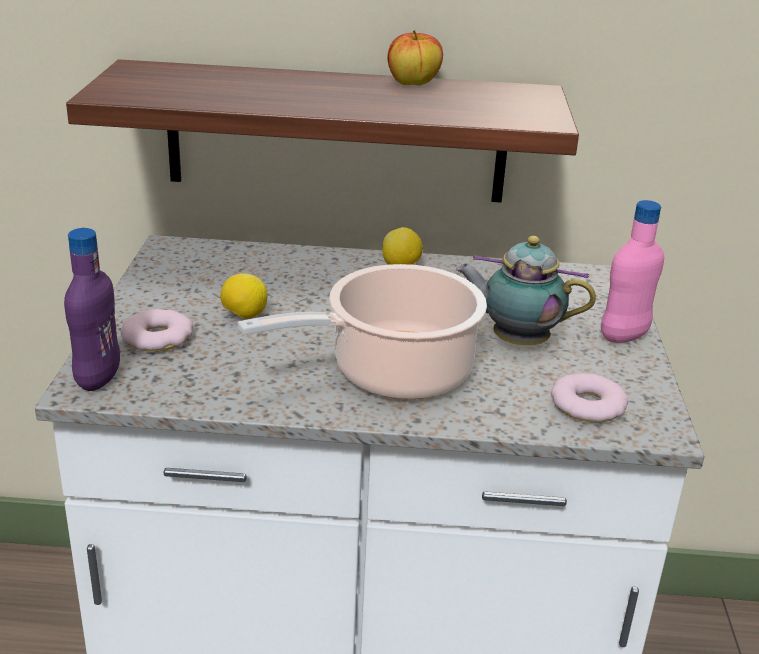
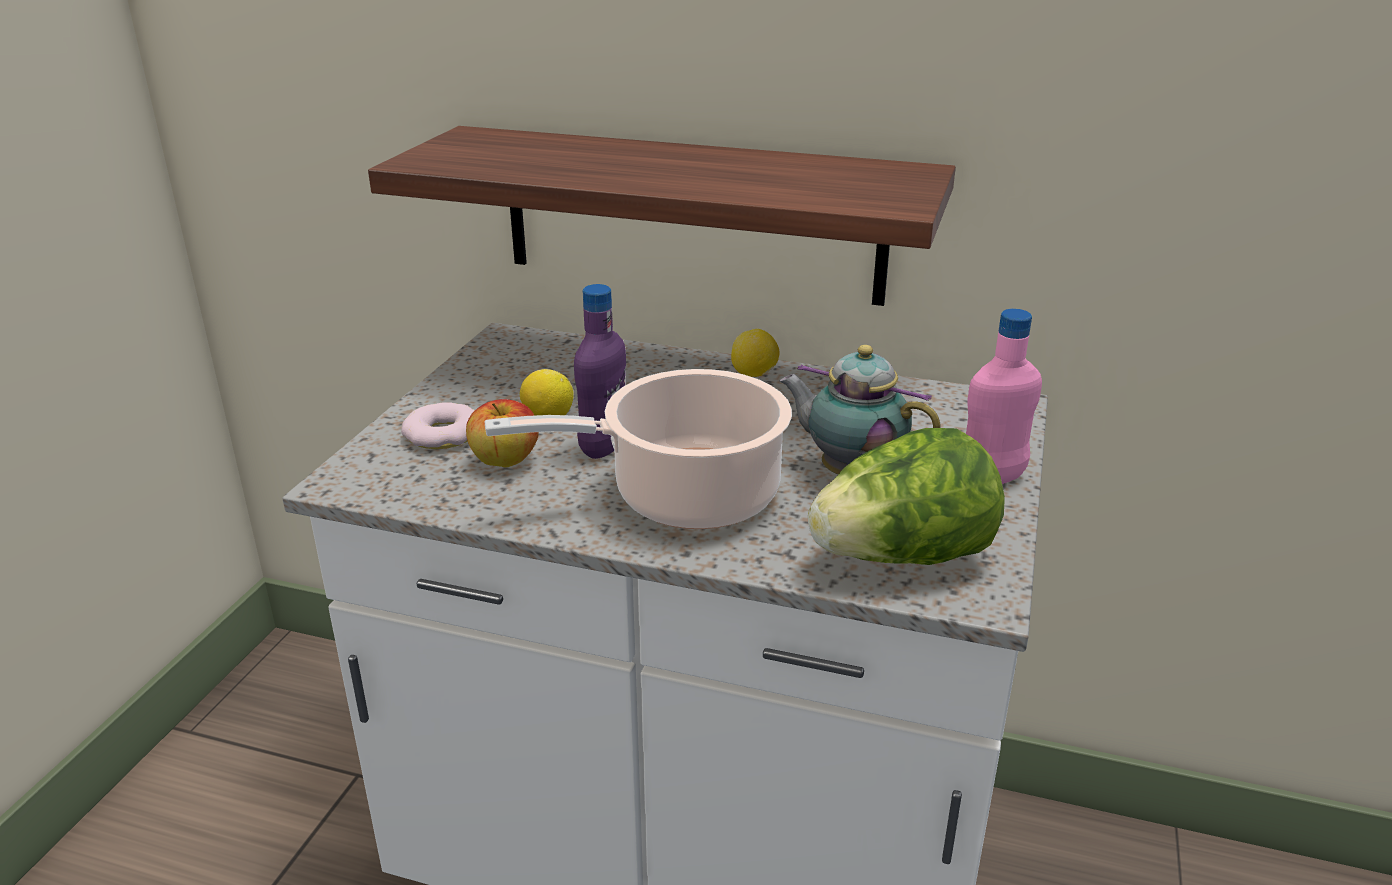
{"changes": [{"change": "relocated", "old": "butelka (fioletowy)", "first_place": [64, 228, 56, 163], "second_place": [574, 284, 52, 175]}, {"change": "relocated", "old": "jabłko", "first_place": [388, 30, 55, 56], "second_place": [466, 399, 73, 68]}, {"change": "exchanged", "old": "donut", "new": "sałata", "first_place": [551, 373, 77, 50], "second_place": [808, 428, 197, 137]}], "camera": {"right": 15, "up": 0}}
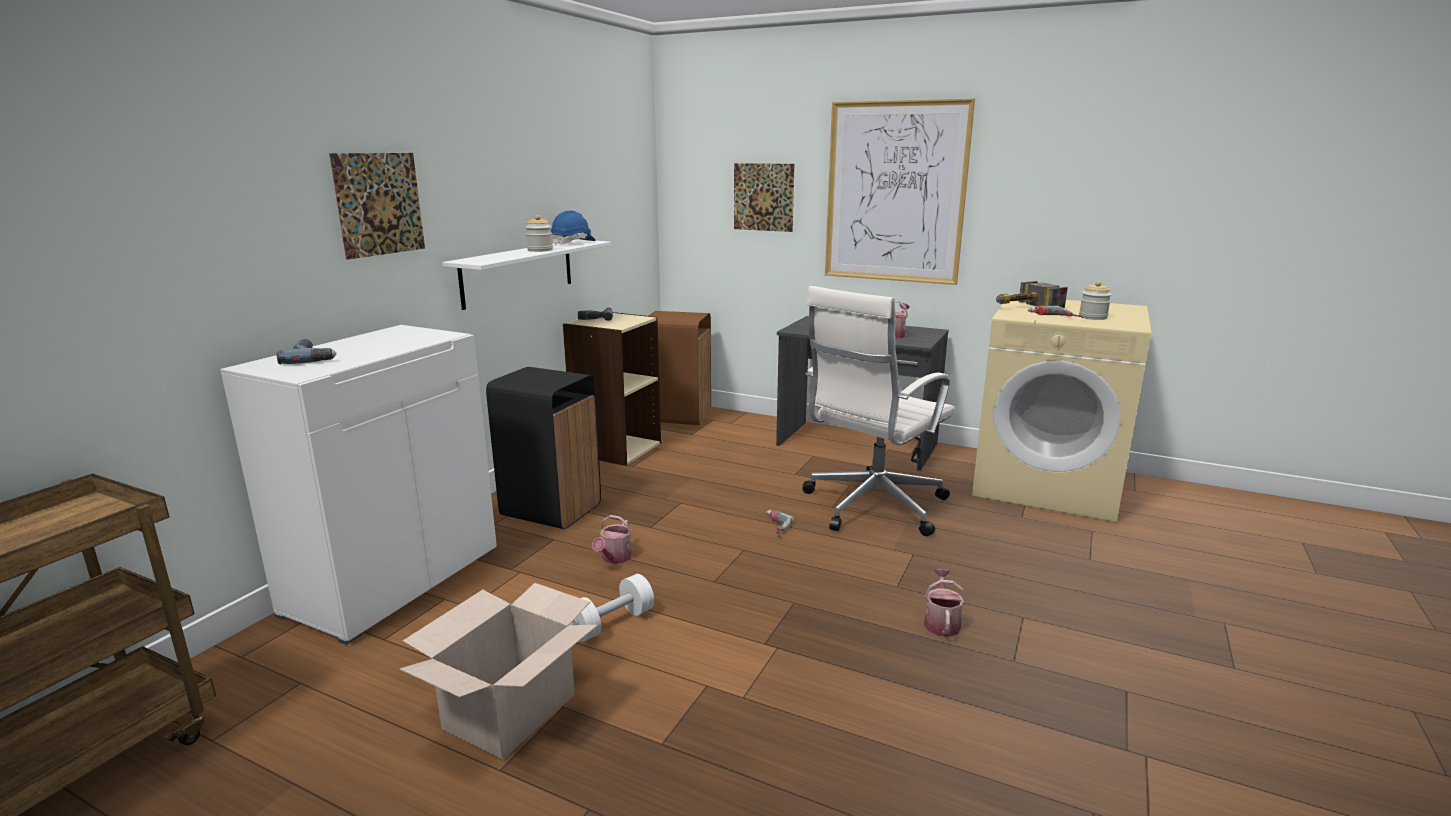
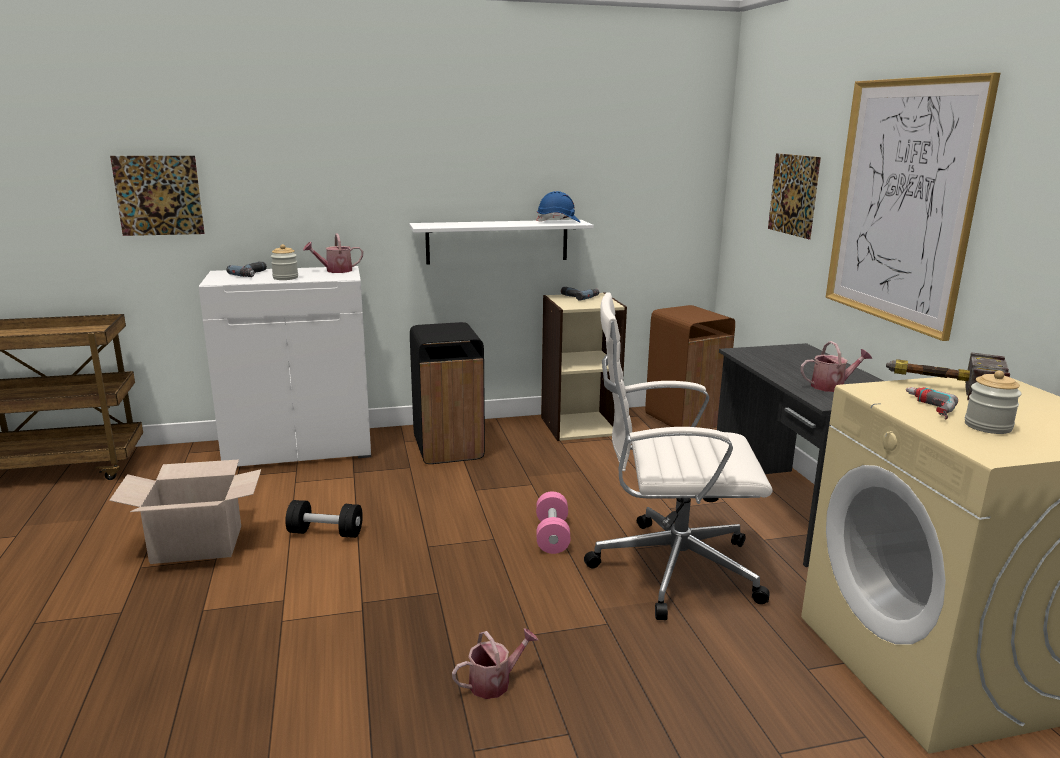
{"changes": [{"change": "relocated", "old": "obraz", "first_place": [329, 153, 96, 107], "second_place": [110, 156, 95, 80]}, {"change": "relocated", "old": "słoik", "first_place": [525, 215, 28, 37], "second_place": [271, 244, 27, 36]}, {"change": "relocated", "old": "konewka", "first_place": [592, 515, 40, 49], "second_place": [303, 234, 60, 39]}, {"change": "exchanged", "old": "wiertarka", "new": "hantel (różowy)", "first_place": [766, 510, 28, 27], "second_place": [536, 492, 34, 62]}, {"change": "colour", "old": "hantel (biały)", "new": "hantel (czarny)", "first_place": [569, 574, 85, 68], "second_place": [285, 500, 78, 38]}], "camera": {"right": 50, "up": 0}}
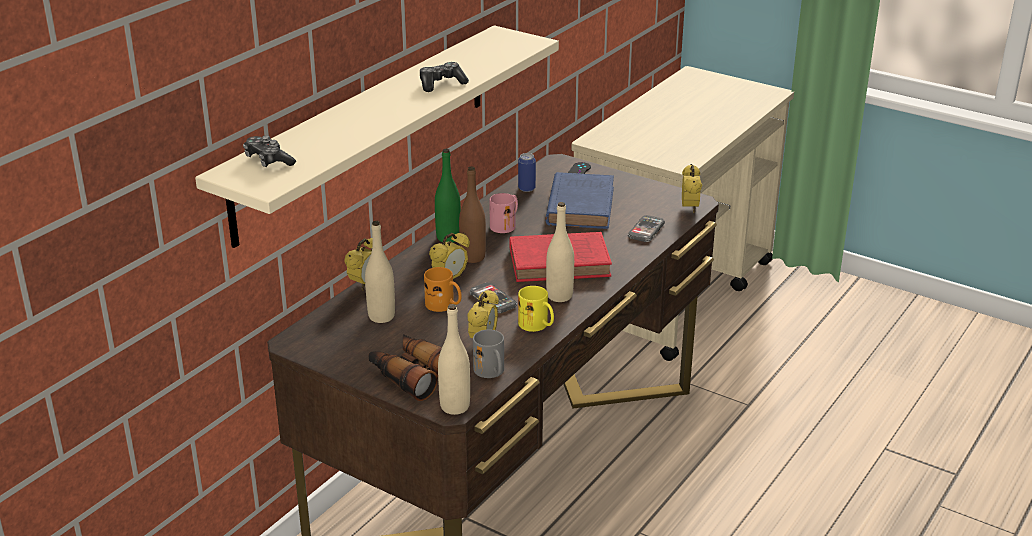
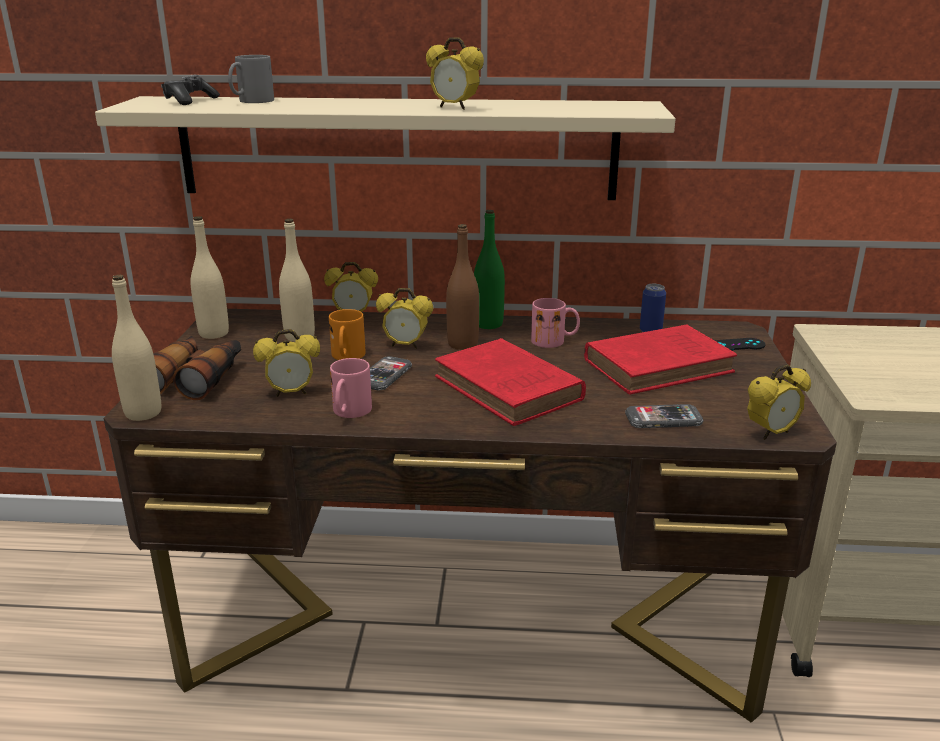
{"changes": [{"change": "relocated", "old": "kubek (szary)", "first_place": [473, 329, 31, 49], "second_place": [228, 55, 46, 48]}, {"change": "relocated", "old": "butelka (beżowy)", "first_place": [546, 202, 28, 100], "second_place": [190, 216, 39, 123]}, {"change": "exchanged", "old": "pad do gier", "new": "budzik", "first_place": [420, 62, 49, 30], "second_place": [426, 37, 58, 73]}, {"change": "colour", "old": "kubek (żółty)", "new": "kubek (różowy)", "first_place": [518, 286, 36, 46], "second_place": [330, 358, 42, 60]}, {"change": "colour", "old": "książka (niebieski)", "new": "książka (czerwony)", "first_place": [546, 172, 68, 57], "second_place": [584, 325, 153, 69]}], "camera": {"right": 60, "up": -5}}
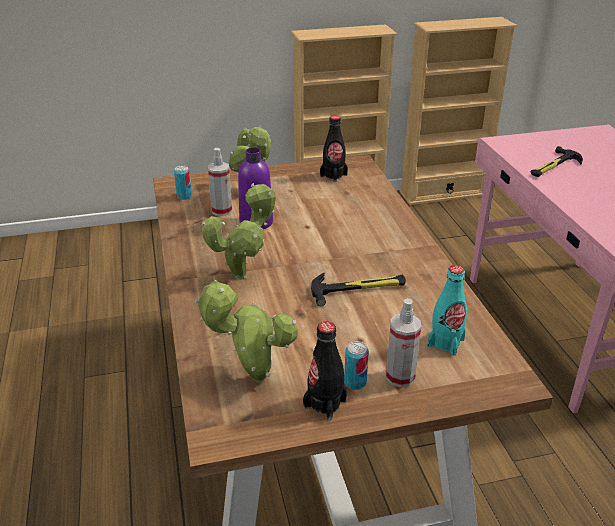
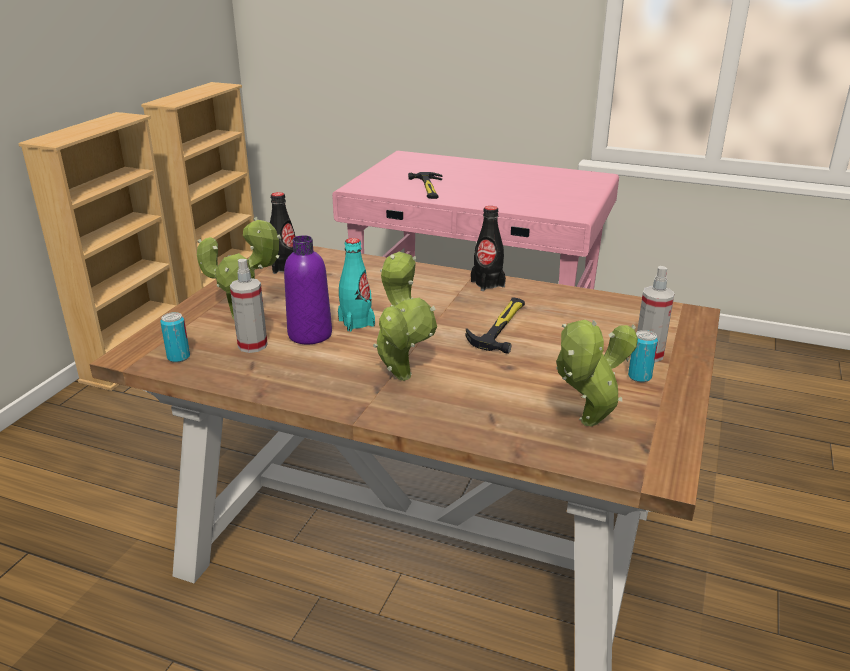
{"changes": [{"change": "relocated", "old": "butelka (czarny)", "first_place": [303, 322, 44, 98], "second_place": [471, 206, 35, 85]}, {"change": "relocated", "old": "butelka (turkusowy)", "first_place": [428, 265, 39, 91], "second_place": [338, 238, 37, 94]}], "camera": {"right": -55, "up": -5}}
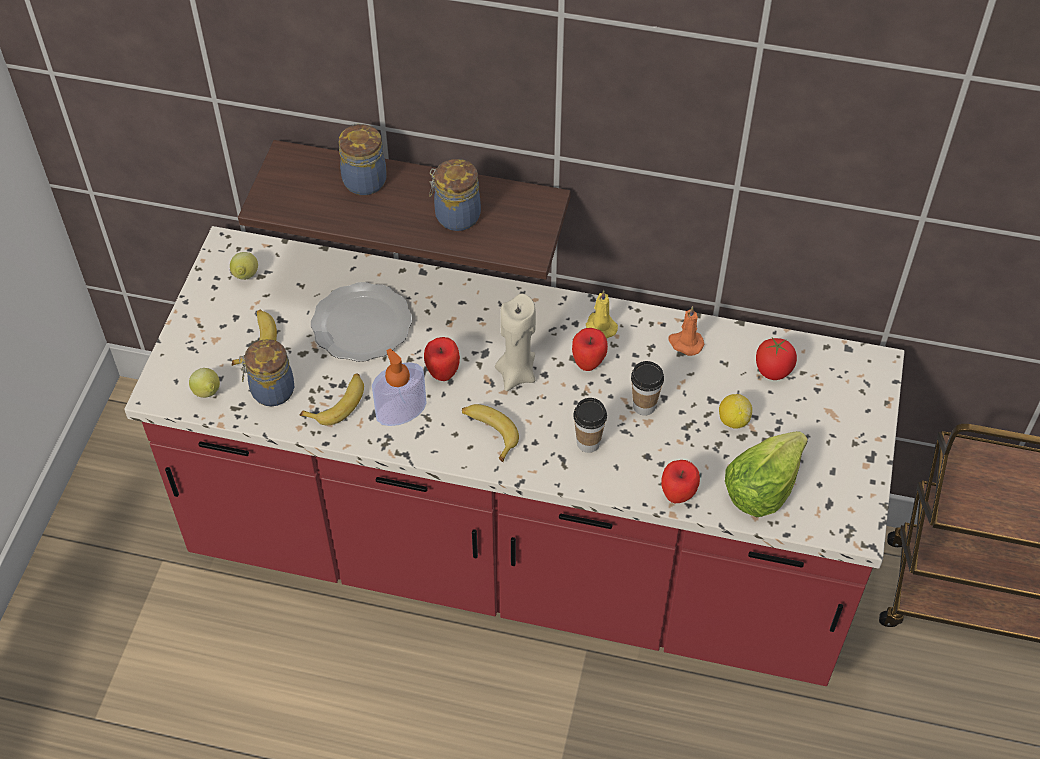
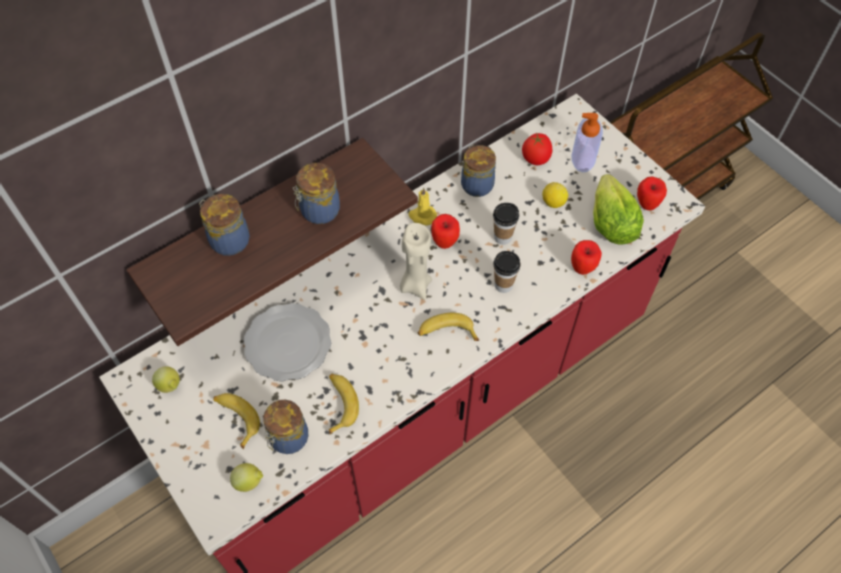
{"changes": [{"change": "relocated", "old": "dozownik mydła", "first_place": [372, 349, 55, 77], "second_place": [572, 113, 31, 59]}, {"change": "relocated", "old": "jabłko", "first_place": [424, 337, 36, 44], "second_place": [637, 176, 30, 34]}, {"change": "exchanged", "old": "świeca (pomarańczowy)", "new": "słoik", "first_place": [668, 306, 37, 50], "second_place": [461, 144, 35, 53]}], "camera": {"right": -50, "up": 5}}
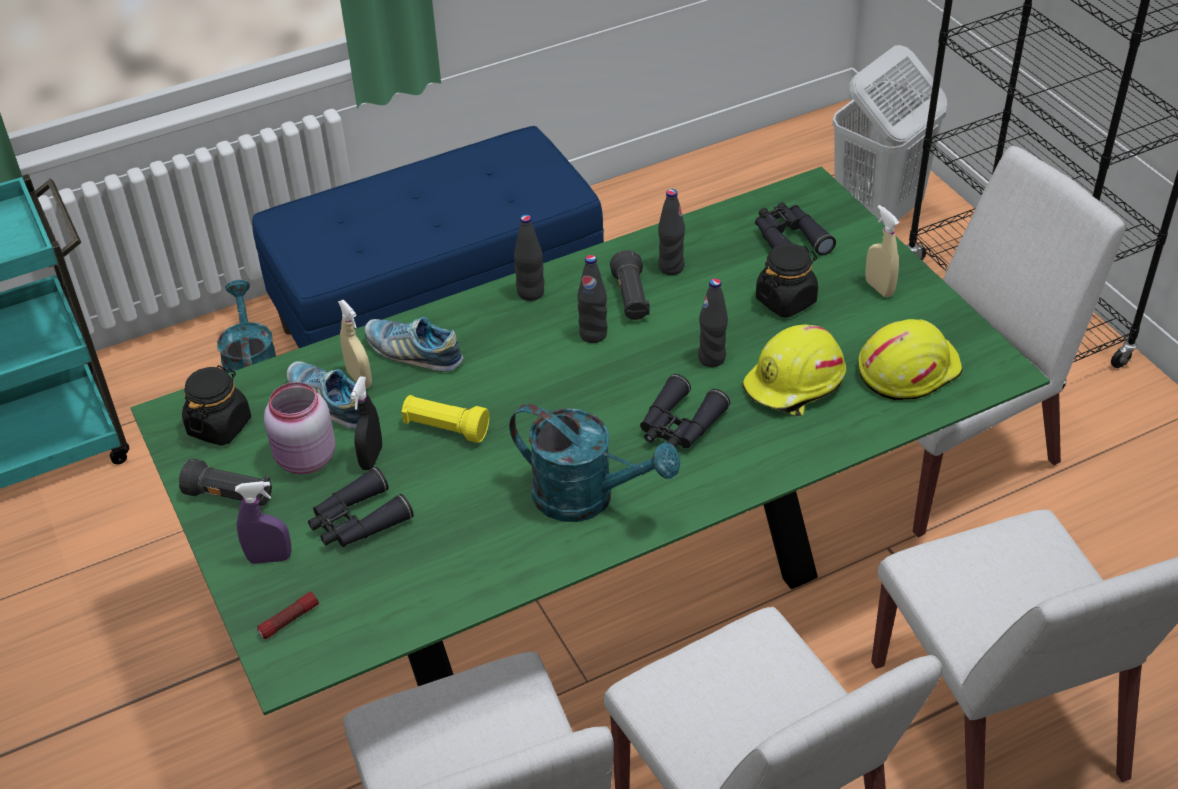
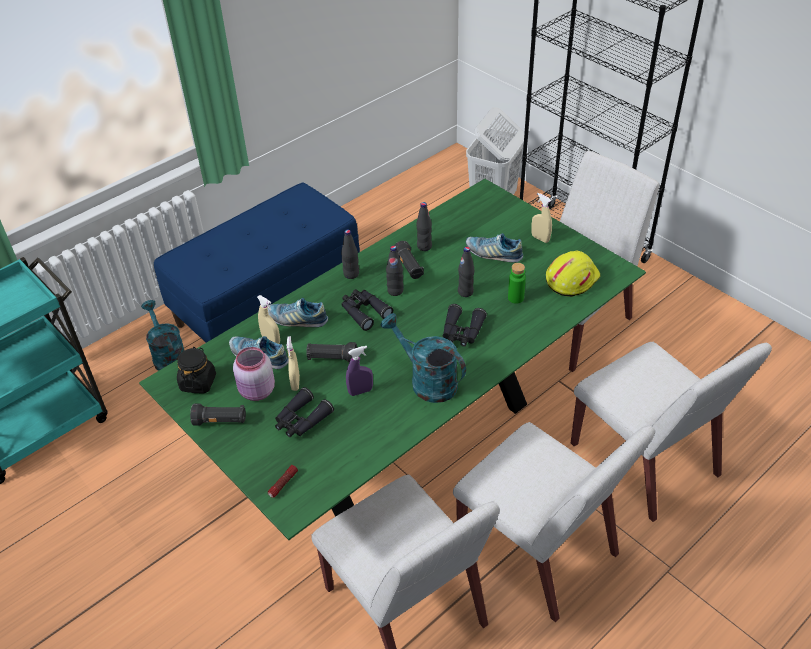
{"changes": [{"change": "relocated", "old": "spryskiwacz (fioletowy)", "first_place": [235, 481, 56, 83], "second_place": [346, 346, 27, 50]}, {"change": "relocated", "old": "lornetka (czarny)", "first_place": [755, 202, 81, 54], "second_place": [341, 289, 52, 42]}, {"change": "exchanged", "old": "kask (żółty)", "new": "butelka (zielony)", "first_place": [742, 325, 104, 92], "second_place": [508, 263, 18, 41]}, {"change": "exchanged", "old": "słoik (czarny)", "new": "but", "first_place": [756, 243, 62, 75], "second_place": [466, 233, 57, 29]}, {"change": "colour", "old": "spryskiwacz (czarny)", "new": "spryskiwacz (beżowy)", "first_place": [350, 376, 32, 94], "second_place": [287, 336, 13, 55]}, {"change": "colour", "old": "latarka (żółty)", "new": "latarka (czarny)", "first_place": [401, 395, 89, 48], "second_place": [306, 342, 51, 21]}, {"change": "spun", "old": "konewka (turkusowy)", "first_place": [509, 404, 171, 118], "second_place": [381, 313, 85, 90], "degrees": -150}], "camera": {"right": -15, "up": 0}}
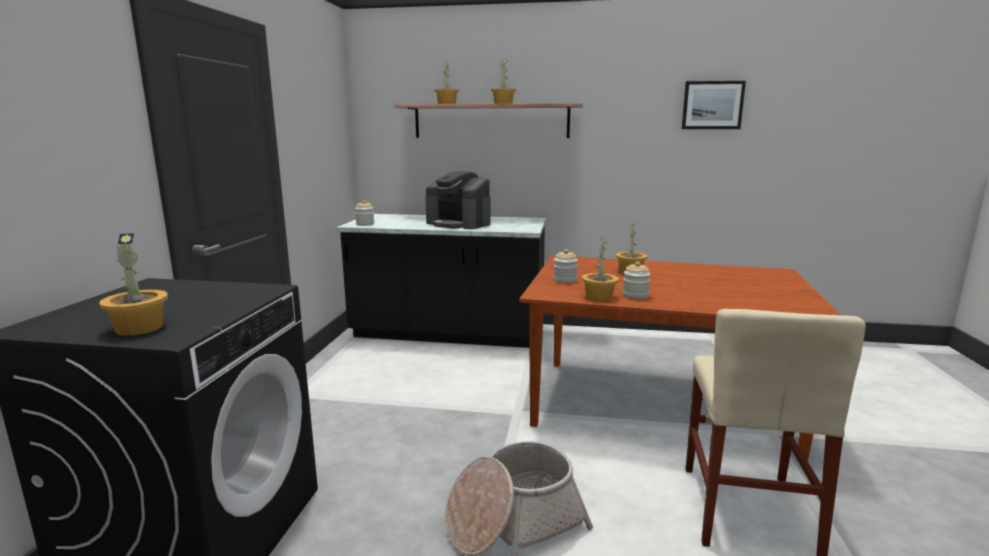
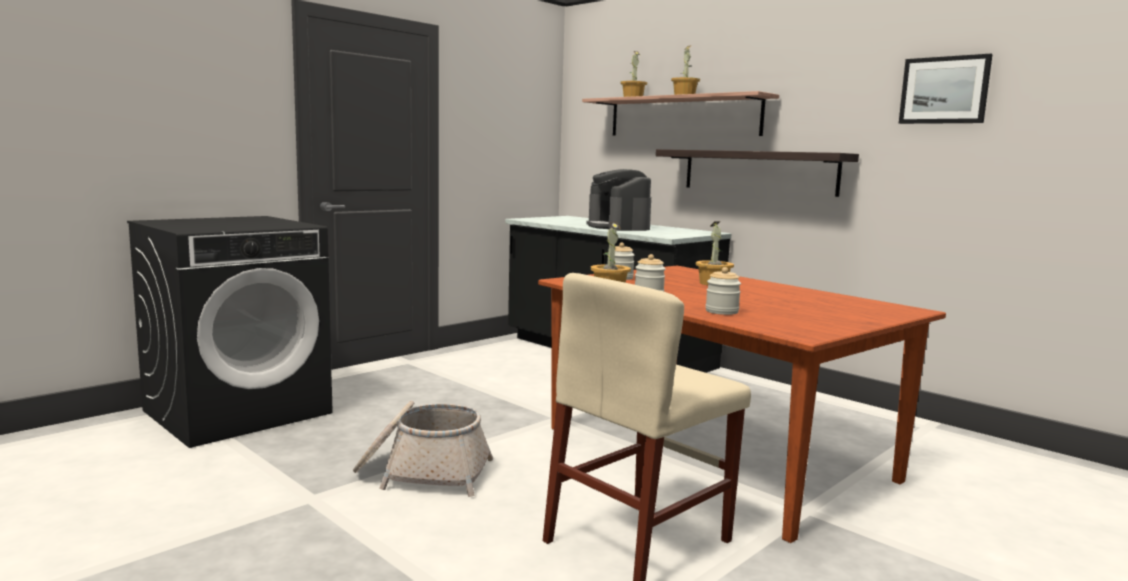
{"changes": [{"change": "missing", "old": "roślina doniczkowa", "first_place": [99, 233, 69, 103]}, {"change": "appeared", "new": "półka", "second_place": [656, 149, 203, 48]}, {"change": "relocated", "old": "słoik", "first_place": [355, 200, 19, 26], "second_place": [705, 267, 36, 48]}], "camera": {"right": 35, "up": -5}}
